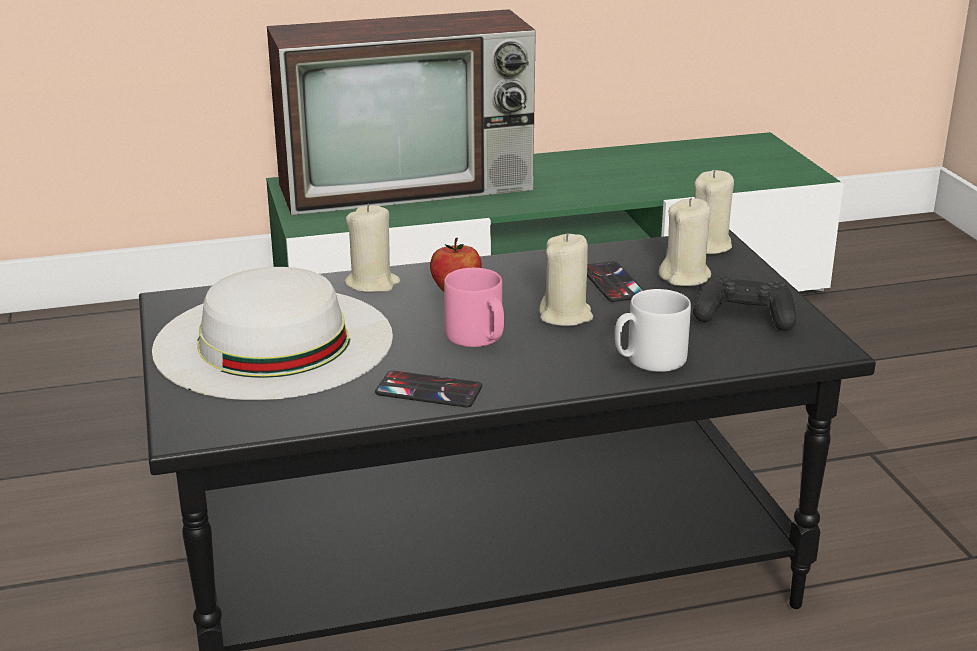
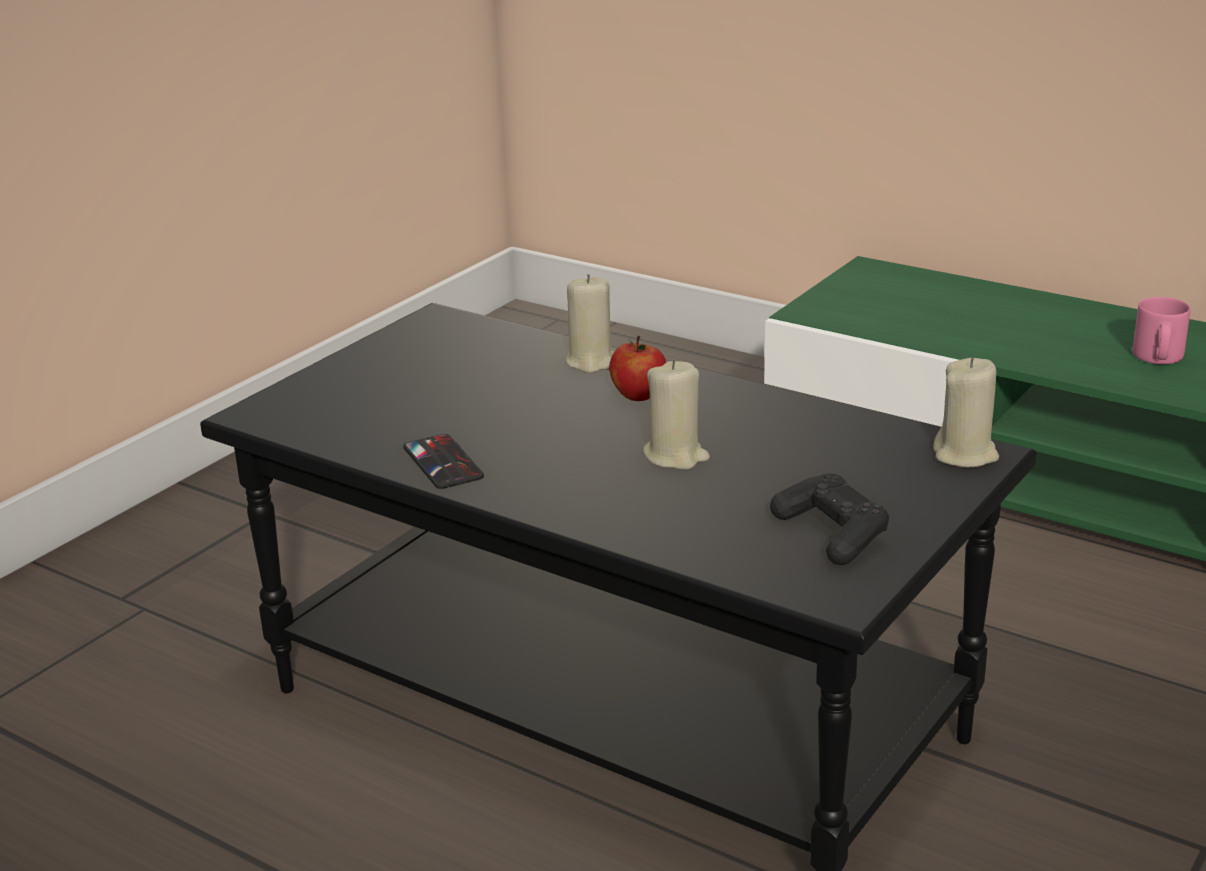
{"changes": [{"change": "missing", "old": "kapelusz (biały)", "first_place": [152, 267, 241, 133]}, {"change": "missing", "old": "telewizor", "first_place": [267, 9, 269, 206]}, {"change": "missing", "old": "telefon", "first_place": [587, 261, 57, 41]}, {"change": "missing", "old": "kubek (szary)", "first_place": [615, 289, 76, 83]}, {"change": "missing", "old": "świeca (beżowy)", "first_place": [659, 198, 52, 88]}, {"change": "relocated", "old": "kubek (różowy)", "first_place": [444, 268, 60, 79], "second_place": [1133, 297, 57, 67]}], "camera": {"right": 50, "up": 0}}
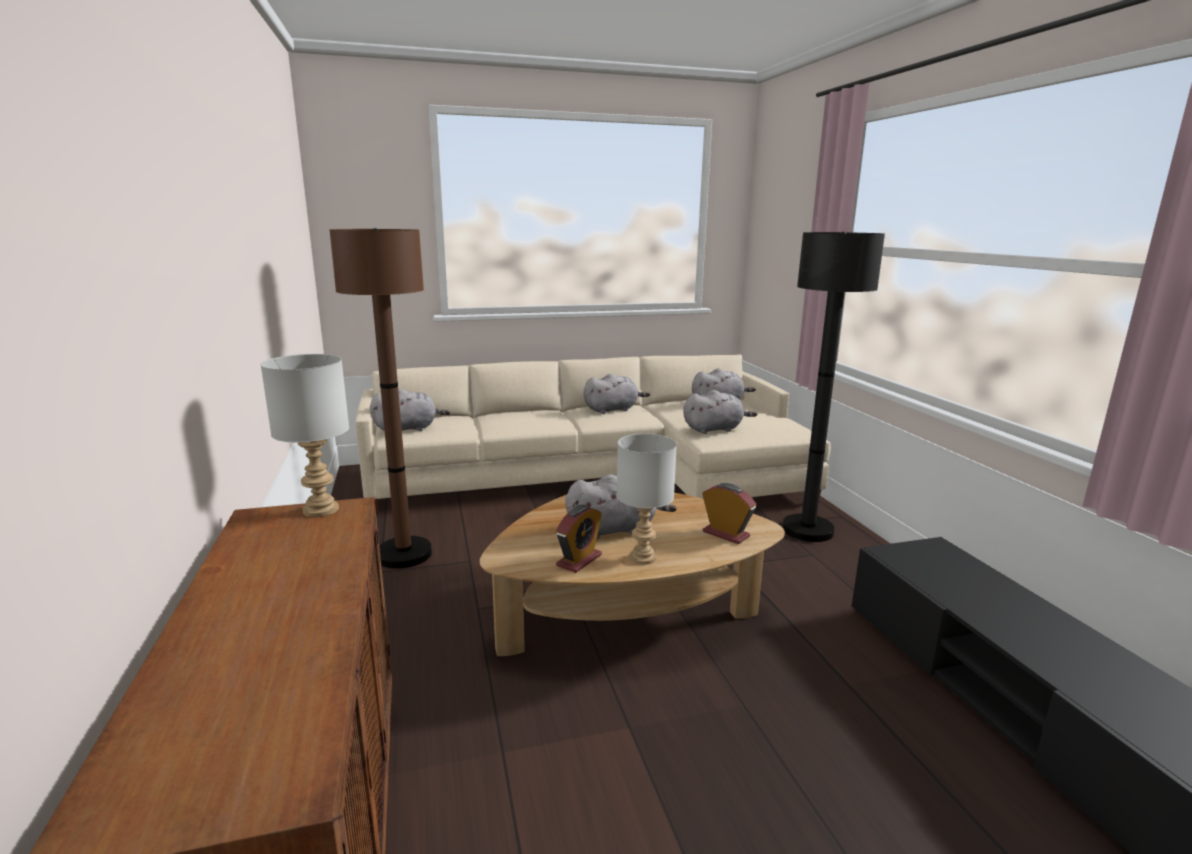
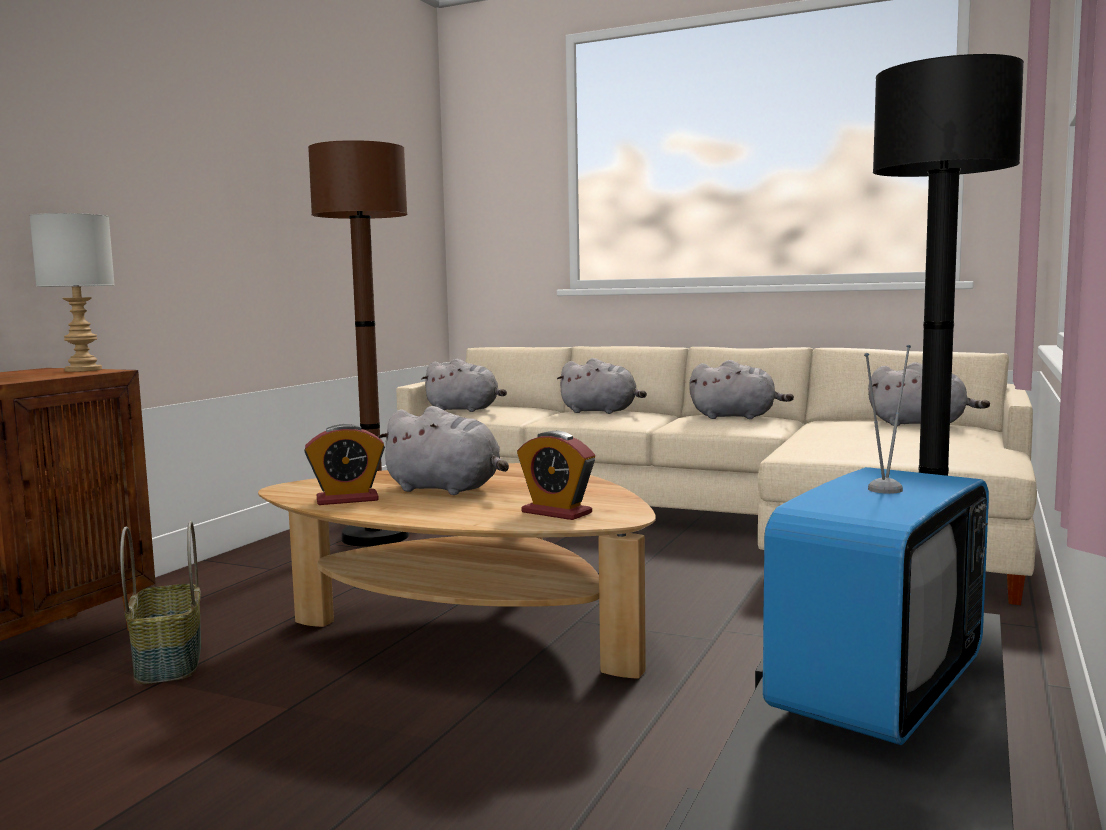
{"changes": [{"change": "missing", "old": "lampa stołowa (szary)", "first_place": [617, 434, 60, 130]}, {"change": "appeared", "new": "koszyk", "second_place": [120, 521, 81, 163]}, {"change": "appeared", "new": "telewizor", "second_place": [763, 345, 226, 400]}, {"change": "relocated", "old": "pluszak (szary)", "first_place": [683, 390, 74, 44], "second_place": [557, 358, 90, 56]}, {"change": "spun", "old": "budzik", "first_place": [703, 483, 53, 61], "second_place": [517, 431, 78, 89], "degrees": 135}], "camera": {"right": 40, "up": -10}}
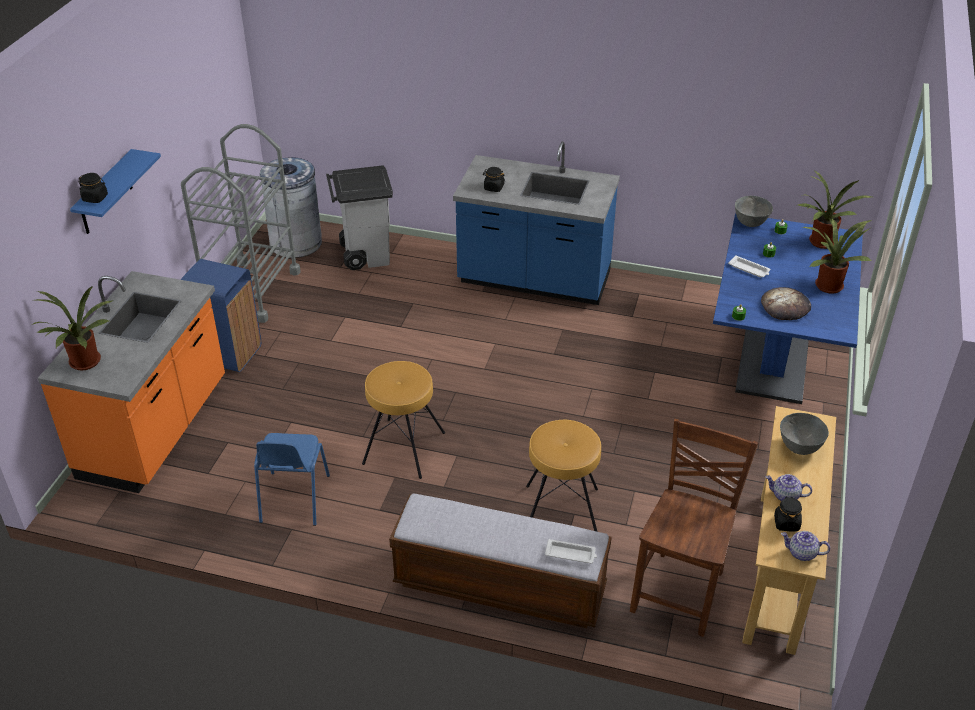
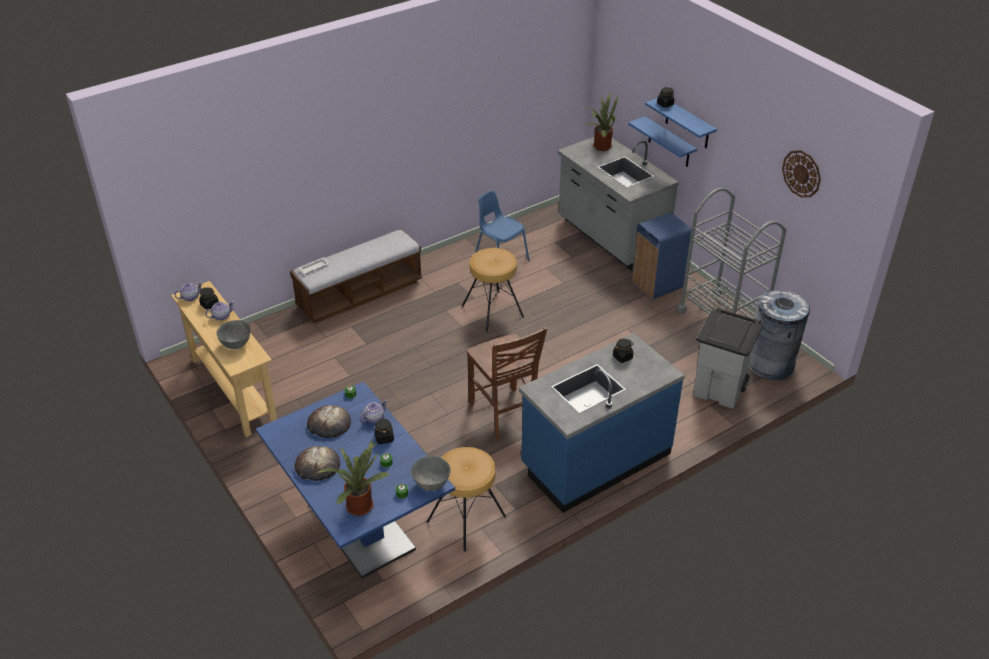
{"changes": [{"change": "appeared", "new": "imbryk", "second_place": [359, 400, 29, 23]}, {"change": "appeared", "new": "półka (niebieski)", "second_place": [628, 116, 69, 51]}, {"change": "appeared", "new": "zegar ścienny", "second_place": [782, 150, 39, 48]}, {"change": "relocated", "old": "stołek (brązowy)", "first_place": [526, 419, 75, 112], "second_place": [427, 447, 79, 104]}, {"change": "relocated", "old": "krzesło (brązowy)", "first_place": [630, 419, 128, 218], "second_place": [466, 327, 81, 114]}, {"change": "exchanged", "old": "taca (biały)", "new": "słoik (czarny)", "first_place": [728, 255, 42, 23], "second_place": [374, 418, 20, 26]}, {"change": "exchanged", "old": "roślina doniczkowa", "new": "chleb", "first_place": [802, 219, 71, 75], "second_place": [294, 446, 46, 35]}, {"change": "colour", "old": "zabudowa kuchenna (pomarańczowy)", "new": "zabudowa kuchenna (szary)", "first_place": [38, 271, 187, 222], "second_place": [558, 137, 121, 134]}], "camera": {"right": 130, "up": 0}}
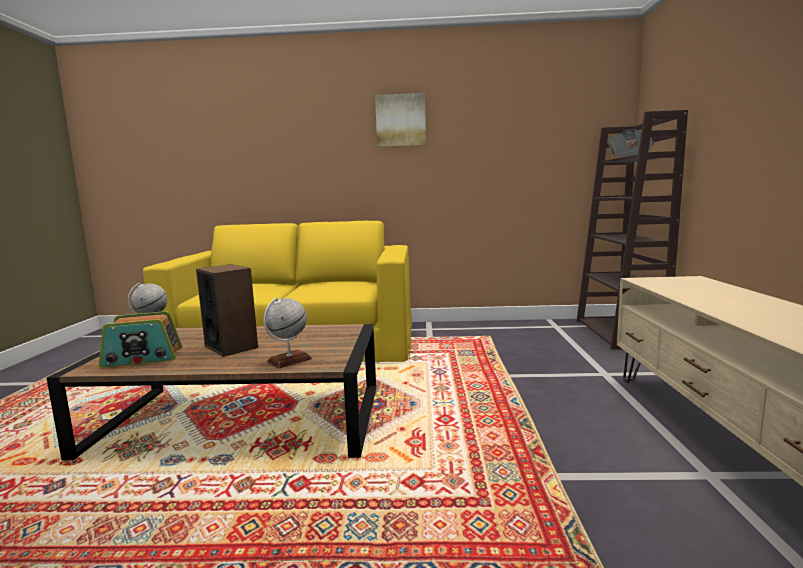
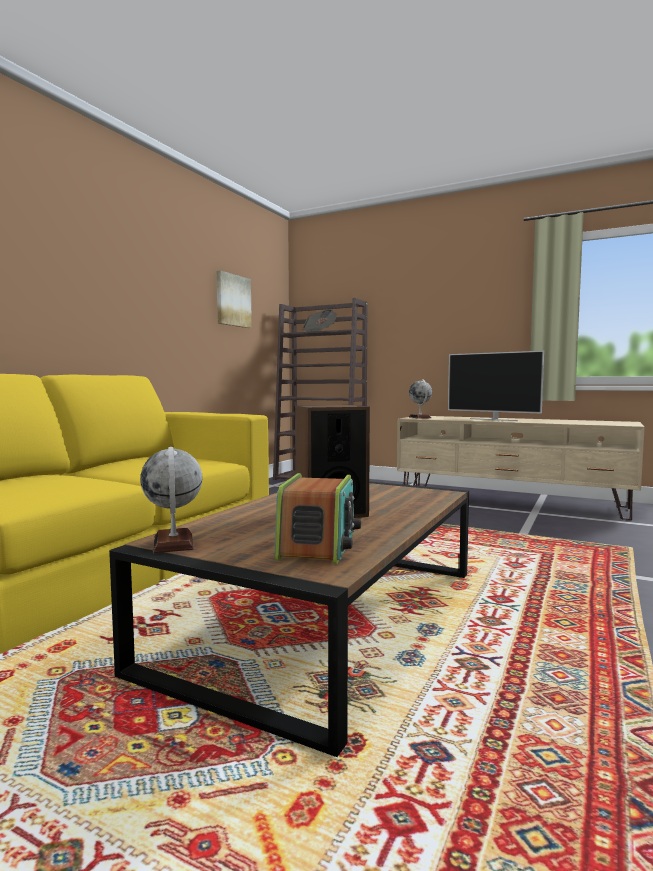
{"changes": [{"change": "appeared", "new": "telewizor", "second_place": [448, 351, 96, 70]}, {"change": "relocated", "old": "globus", "first_place": [263, 298, 49, 70], "second_place": [409, 379, 23, 40]}, {"change": "relocated", "old": "obraz", "first_place": [375, 93, 51, 54], "second_place": [217, 270, 35, 58]}], "camera": {"right": -65, "up": -5}}
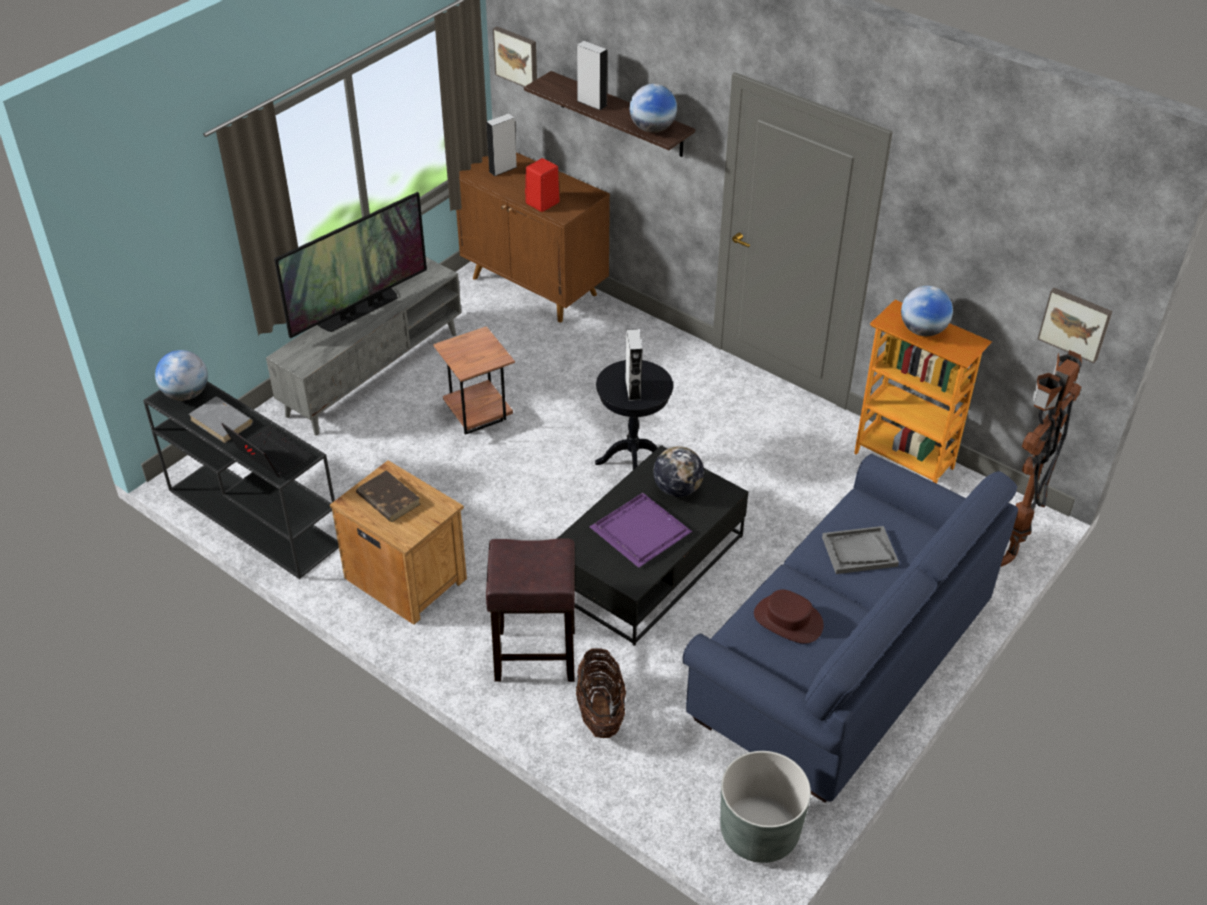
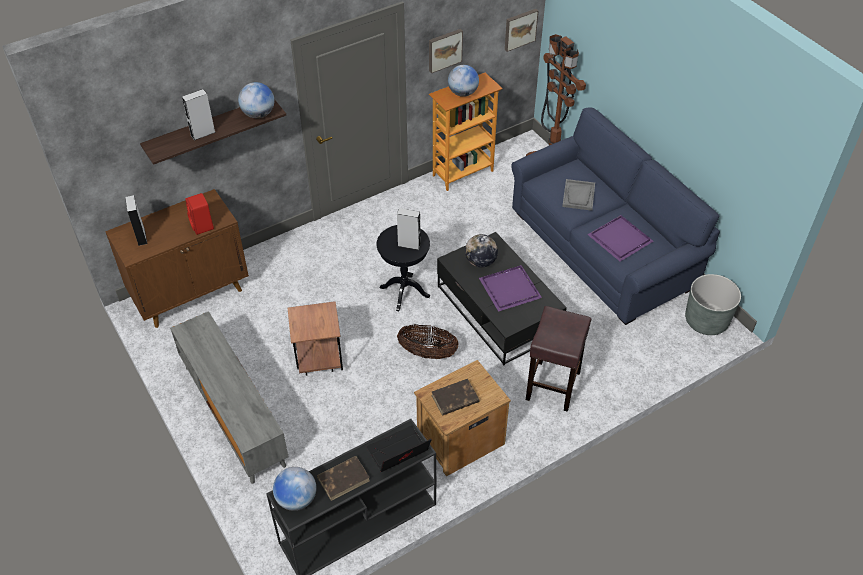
{"changes": [{"change": "missing", "old": "telewizor", "first_place": [274, 192, 153, 146]}, {"change": "relocated", "old": "obraz", "first_place": [493, 26, 44, 61], "second_place": [429, 29, 34, 44]}, {"change": "relocated", "old": "koszyk", "first_place": [576, 649, 50, 89], "second_place": [397, 324, 62, 35]}, {"change": "exchanged", "old": "kapelusz (brązowy)", "new": "taca (fioletowy)", "first_place": [754, 590, 70, 54], "second_place": [587, 215, 67, 47]}, {"change": "colour", "old": "książka (szary)", "new": "książka (brązowy)", "first_place": [189, 397, 64, 46], "second_place": [317, 456, 53, 45]}], "camera": {"right": -70, "up": 5}}
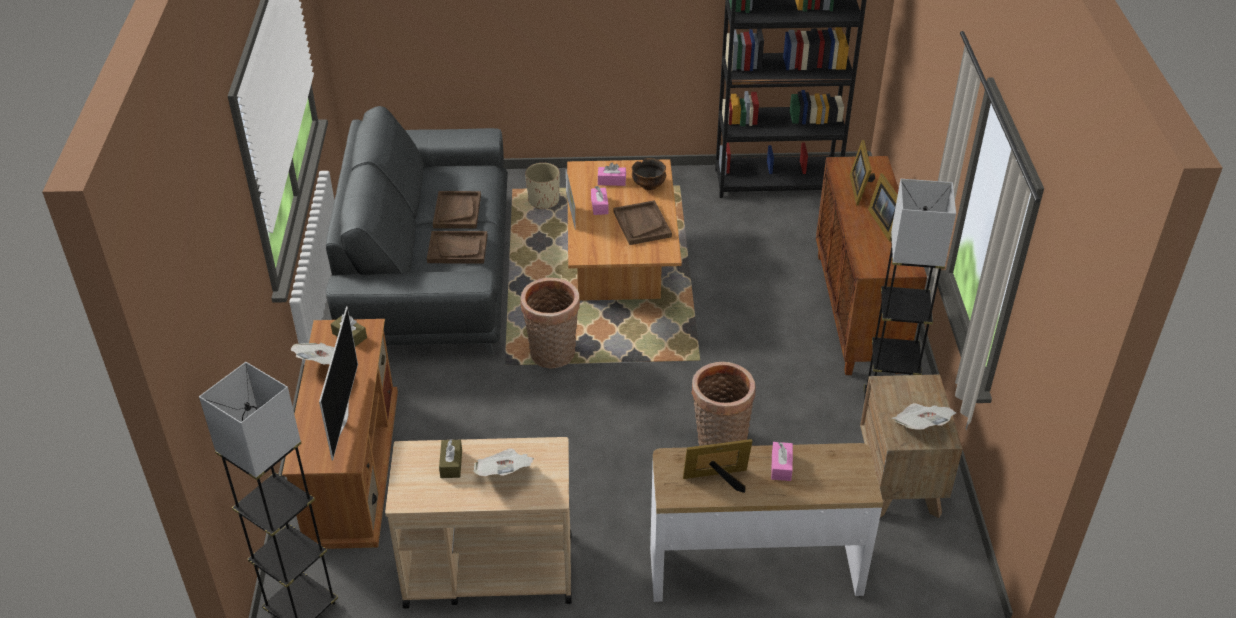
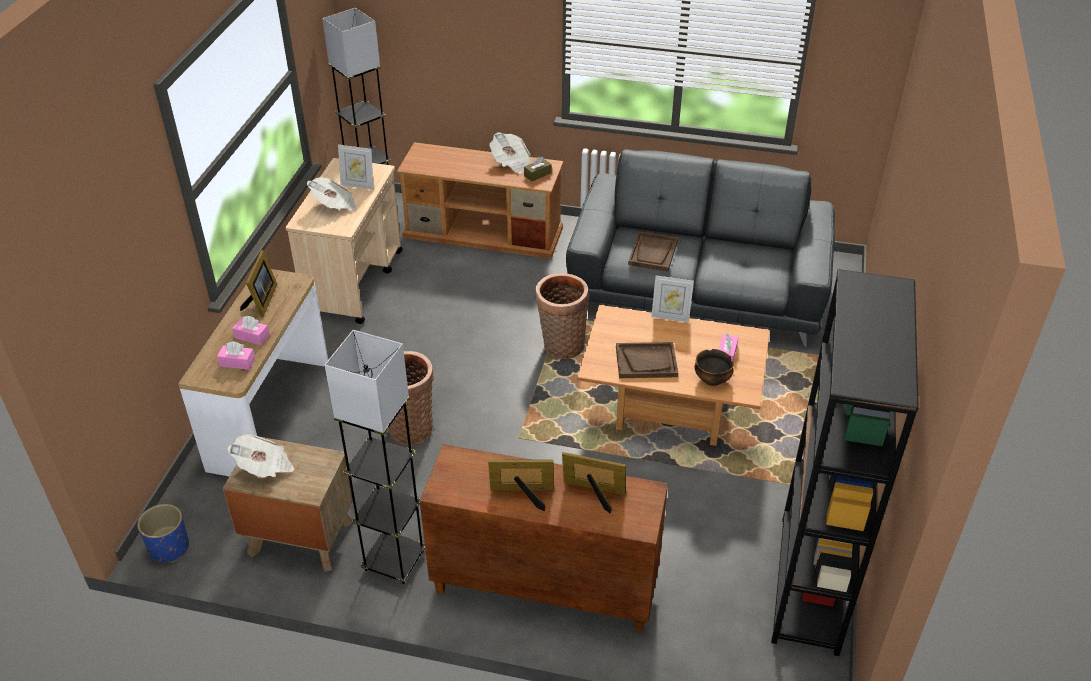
{"changes": [{"change": "missing", "old": "telewizor", "first_place": [319, 306, 39, 154]}, {"change": "missing", "old": "taca (brązowy)", "first_place": [433, 191, 48, 38]}, {"change": "missing", "old": "donica (beżowy)", "first_place": [525, 163, 35, 46]}, {"change": "appeared", "new": "donica (niebieski)", "second_place": [137, 504, 52, 58]}, {"change": "relocated", "old": "pudełko chusteczek (różowy)", "first_place": [591, 186, 18, 29], "second_place": [217, 341, 38, 29]}, {"change": "exchanged", "old": "pudełko chusteczek (brązowy)", "new": "ramka na zdjęcie", "first_place": [439, 439, 23, 39], "second_place": [338, 145, 36, 45]}], "camera": {"right": 105, "up": 0}}
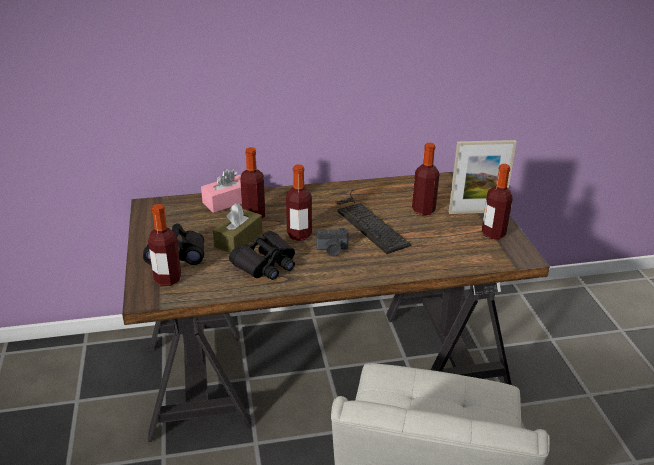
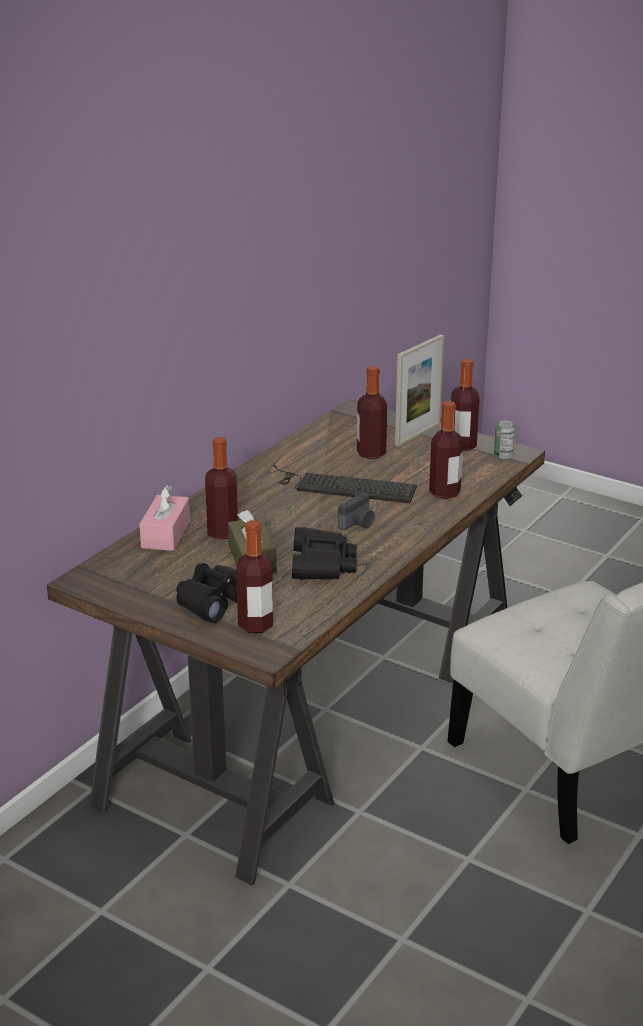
{"changes": [{"change": "appeared", "new": "puszka", "second_place": [494, 421, 21, 39]}, {"change": "relocated", "old": "butelka", "first_place": [286, 164, 26, 77], "second_place": [429, 401, 34, 98]}], "camera": {"right": -45, "up": -5}}
